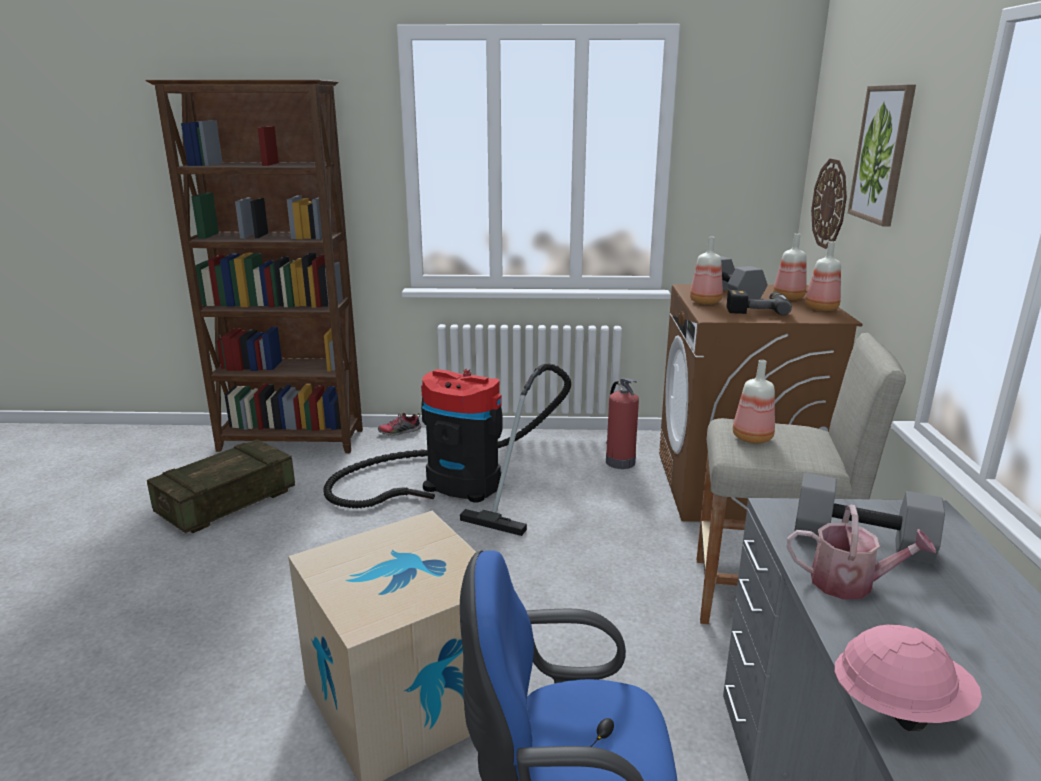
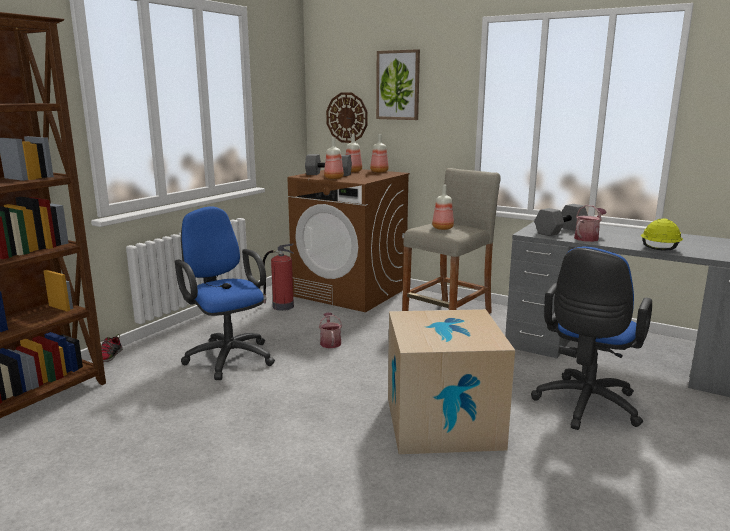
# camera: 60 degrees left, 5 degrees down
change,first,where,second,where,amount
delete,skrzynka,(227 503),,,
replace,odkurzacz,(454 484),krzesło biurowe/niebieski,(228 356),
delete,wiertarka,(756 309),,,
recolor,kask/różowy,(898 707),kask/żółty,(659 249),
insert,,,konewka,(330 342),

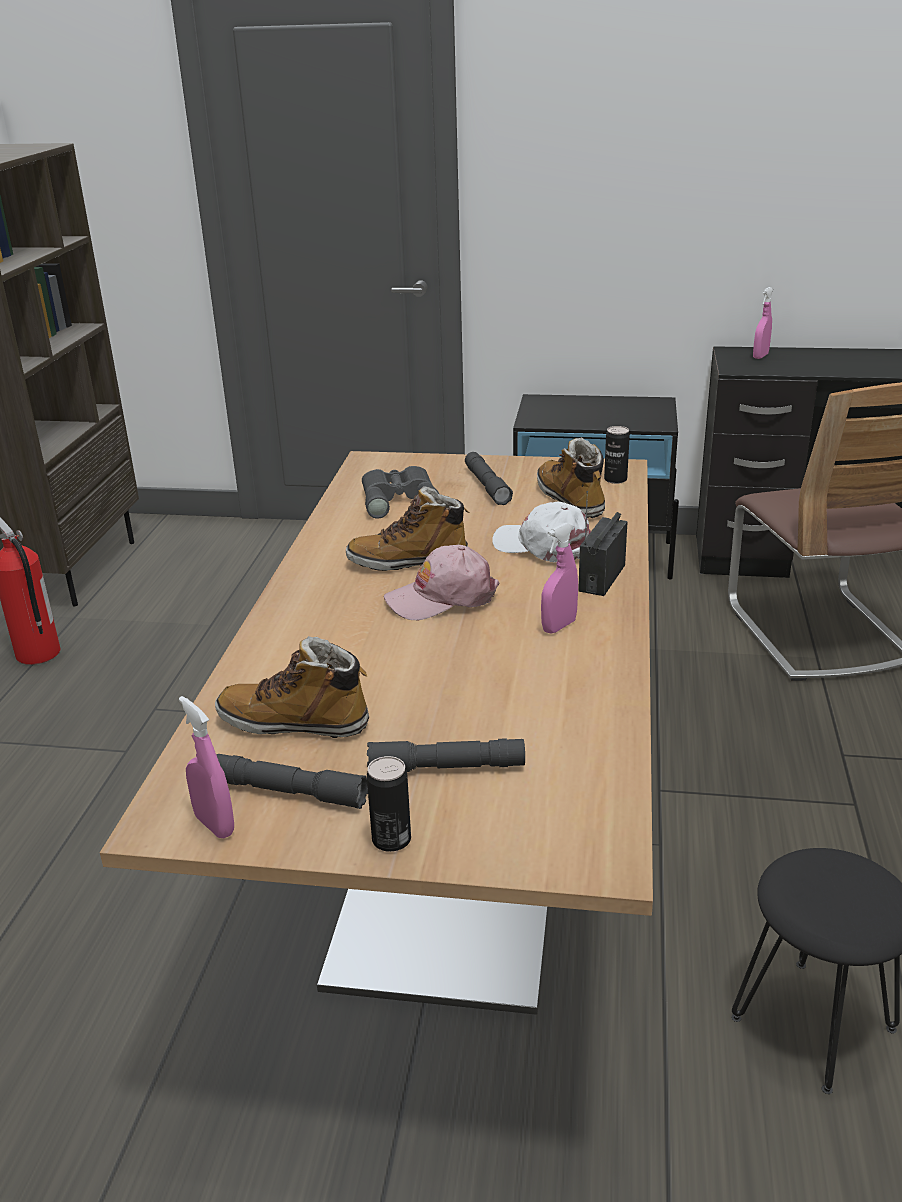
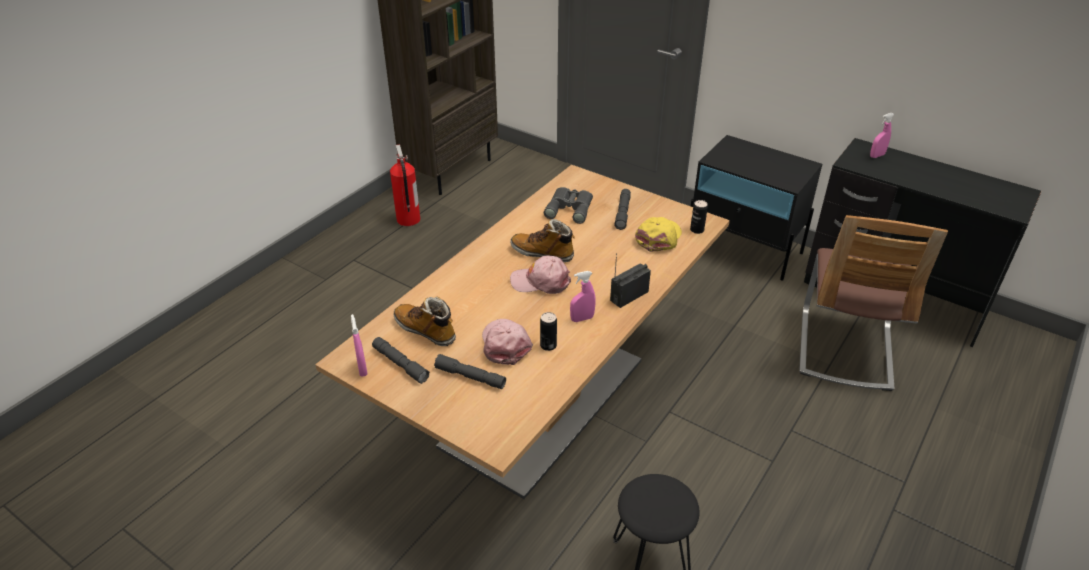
# camera: 25 degrees right, 10 degrees up
change,first,where,second,where,amount
move,puszka,(391 840),,(548 345),
delete,czapka z daszkiem/biały,(543 546),,,
replace,but z cholewką,(571 500),czapka z daszkiem/żółty,(659 238),
insert,,,czapka z daszkiem/różowy,(505 344),

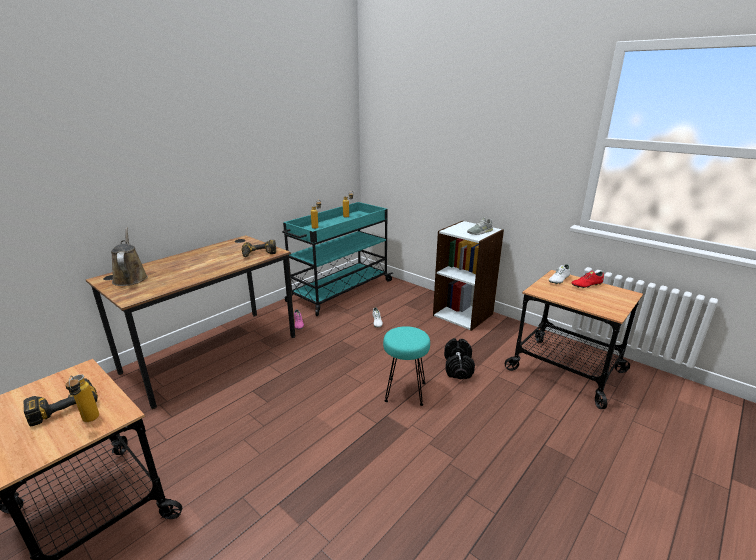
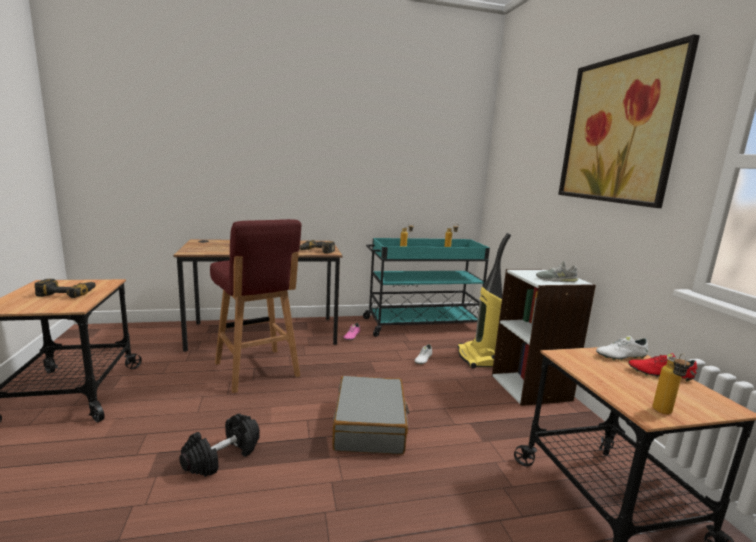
# camera: 35 degrees right, 10 degrees down
change,first,where,second,where,amount
move,butelka,(89 422),,(664 414),
delete,konewka/brązowy,(130 278),,,
replace,stołek/turkusowy,(404 391),walizka/szary,(370 426),
move,hantel/czarny,(458 367),,(222 457),
insert,,,stołek/czerwony,(257 370),
insert,,,odkurzacz,(477 358),
insert,,,obraz,(618 130),

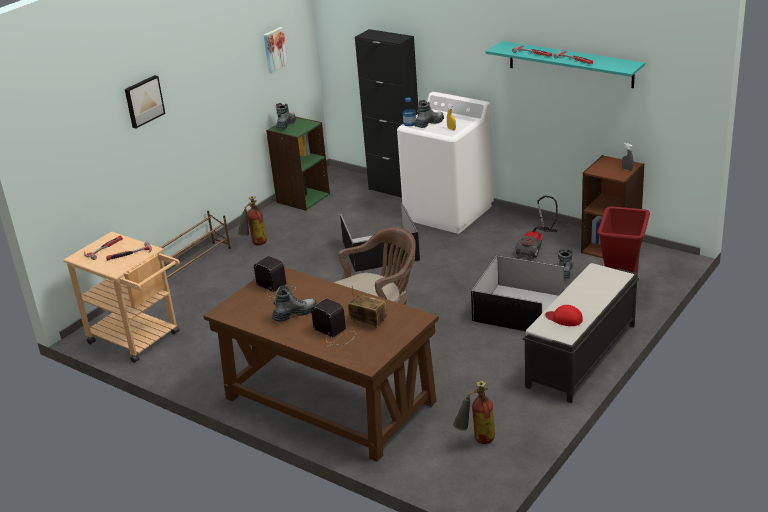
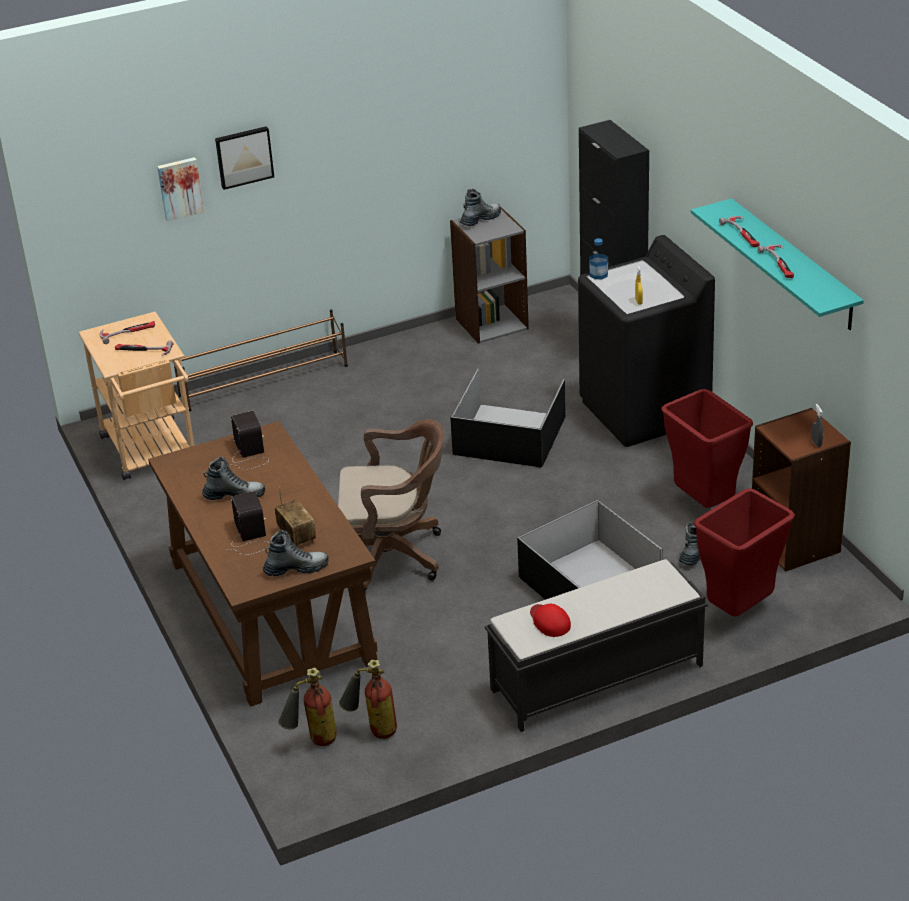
# camera: 30 degrees right, 5 degrees up
change,first,where,second,where,amount
move,gaśnica,(255 245),,(312 741),
move,obraz,(274 49),,(179 188),
recolor,regał/zielony,(302 198),regał/szary,(491 323),
recolor,pralka/biały,(449 213),pralka/czarny,(645 411),
move,but z cholewką,(429 124),,(296 569),
replace,odkurzacz,(536 246),kosz na śmieci/czerwony,(702 504),

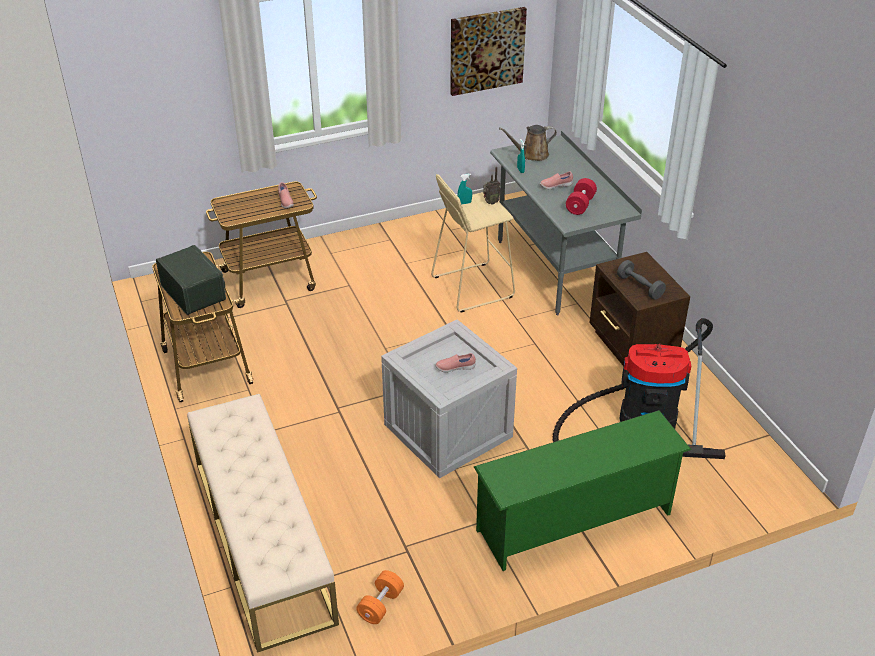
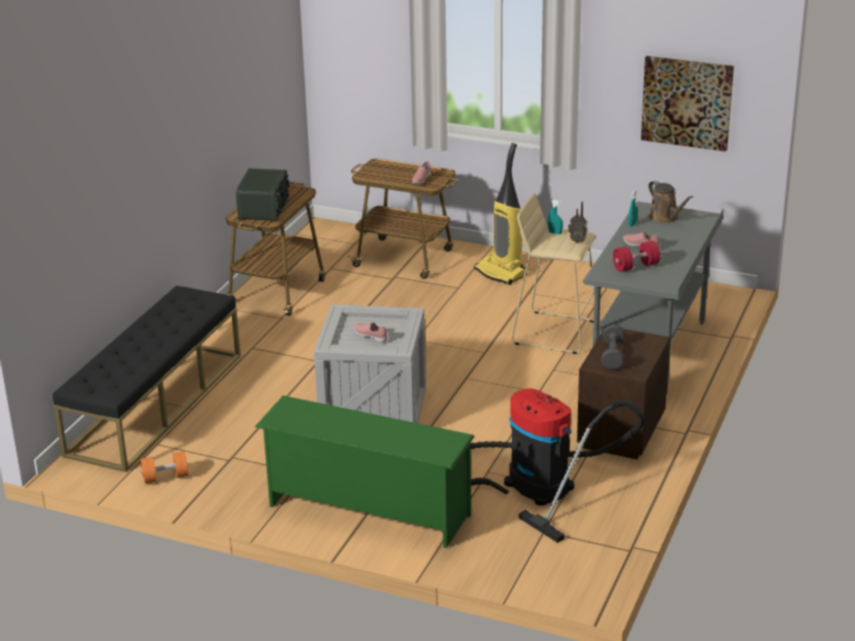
# camera: 45 degrees right, 10 degrees down
change,first,where,second,where,amount
recolor,ławka/beżowy,(262 539),ławka/czarny,(155 403),
rotate,konewka/brązowy,(532 155),,(665 217),150 degrees counterclockwise
insert,,,odkurzacz,(501 273),

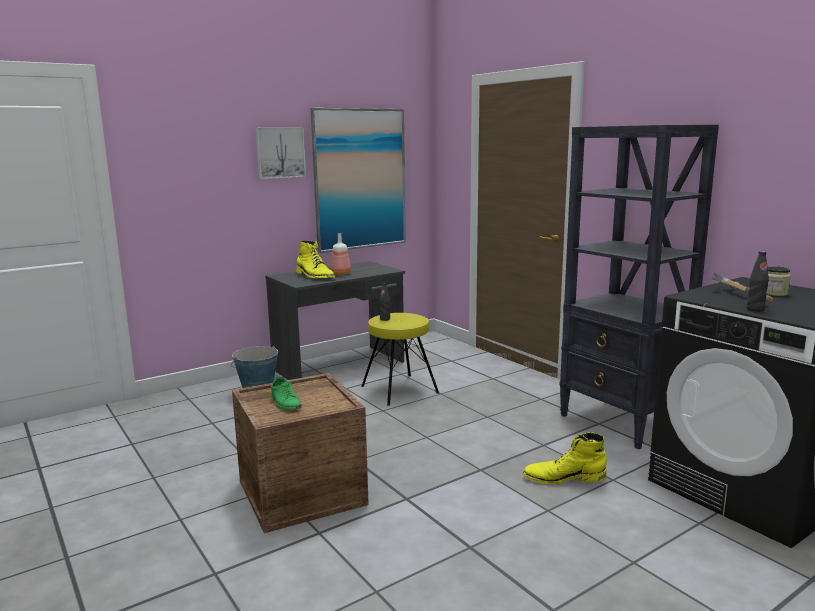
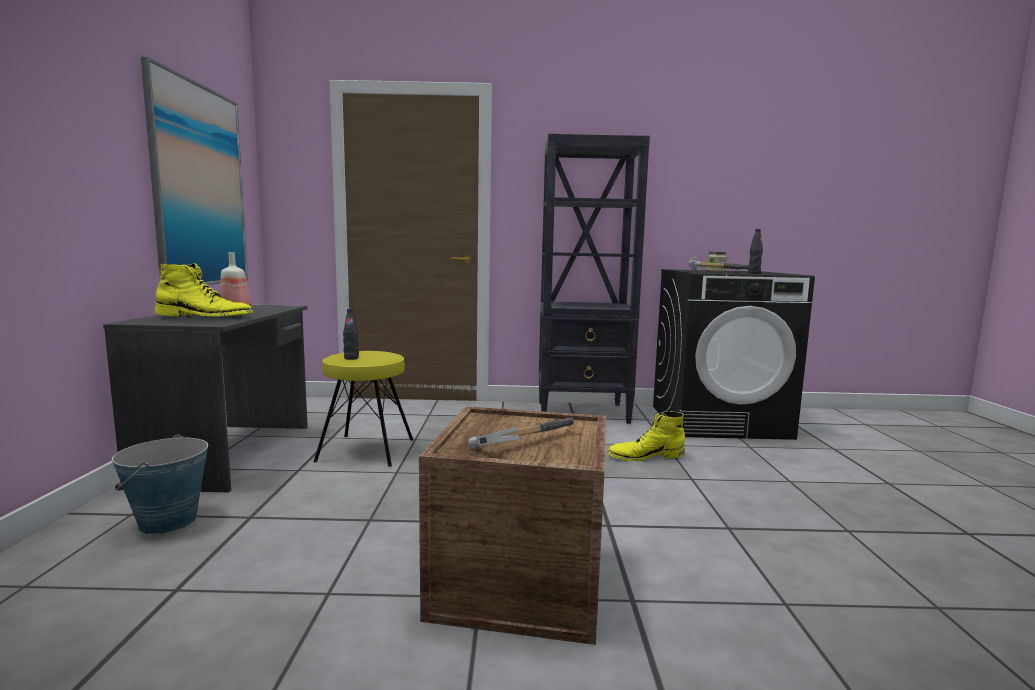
# camera: 55 degrees left, 5 degrees down
change,first,where,second,where,amount
delete,obraz,(279 152),,,
replace,but/zielony,(285 403),młotek,(522 442),
rotate,but z cholewką/żółty,(564 477),,(645 456),45 degrees clockwise

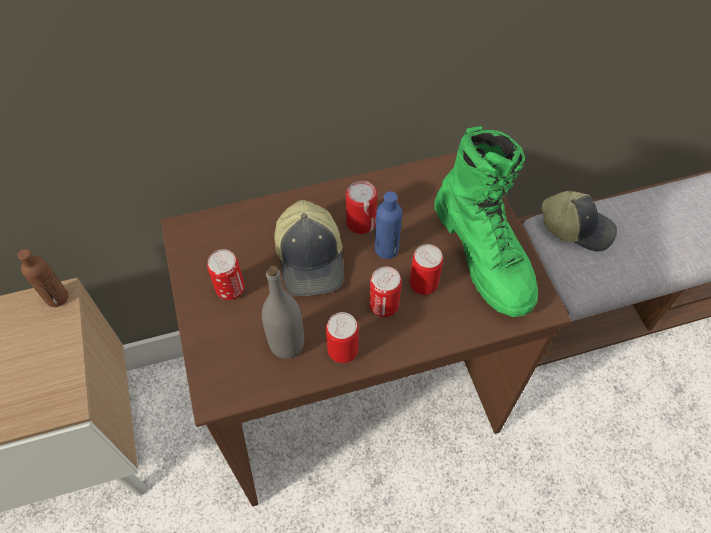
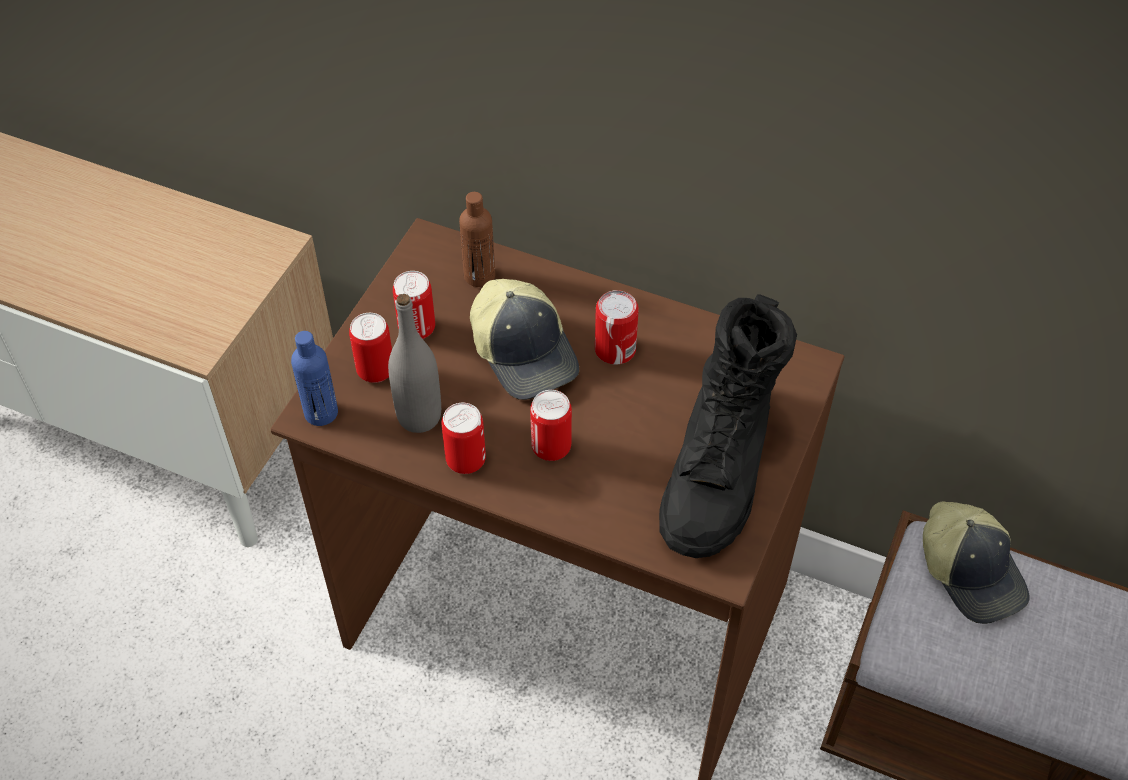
# camera: 40 degrees right, 5 degrees down
change,first,where,second,where,amount
move,butelka/brązowy,(57 297),,(479 276),
rotate,czapka z daszkiem,(311 259),,(525 352),60 degrees counterclockwise
move,butelka/niebieski,(386 249),,(321 413),
move,puszka,(423 284),,(375 371),
recolor,but z cholewką/zielony,(484 253),but z cholewką/czarny,(719 470),

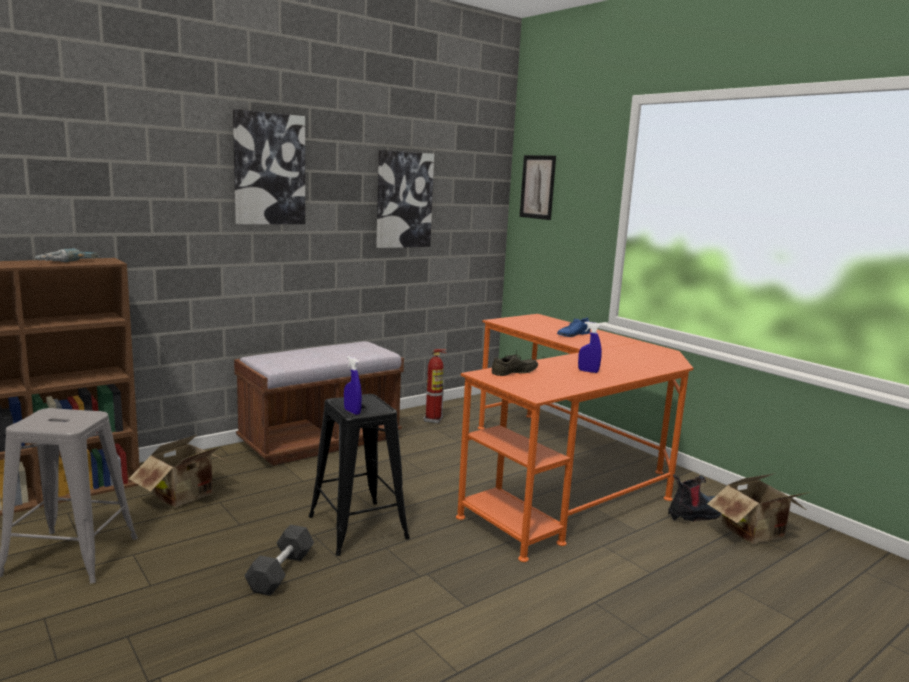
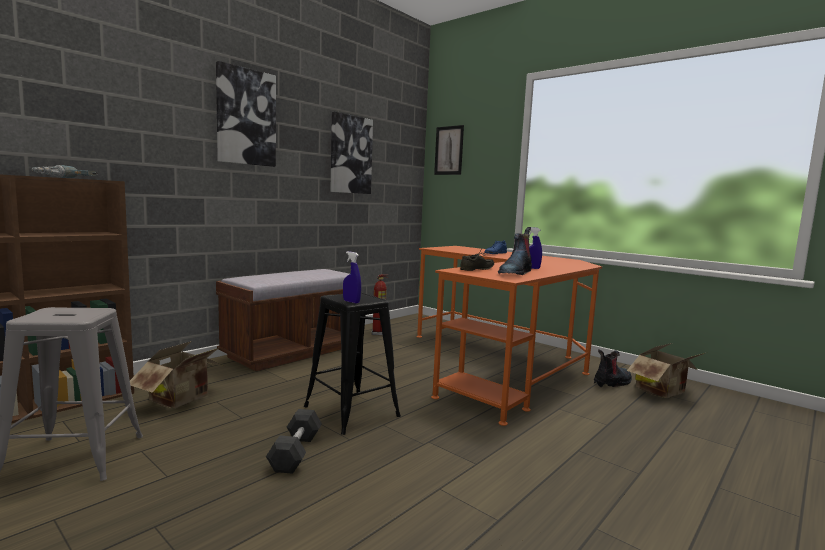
# camera: 10 degrees left, 5 degrees down
change,first,where,second,where,amount
insert,,,but z cholewką,(515 273),

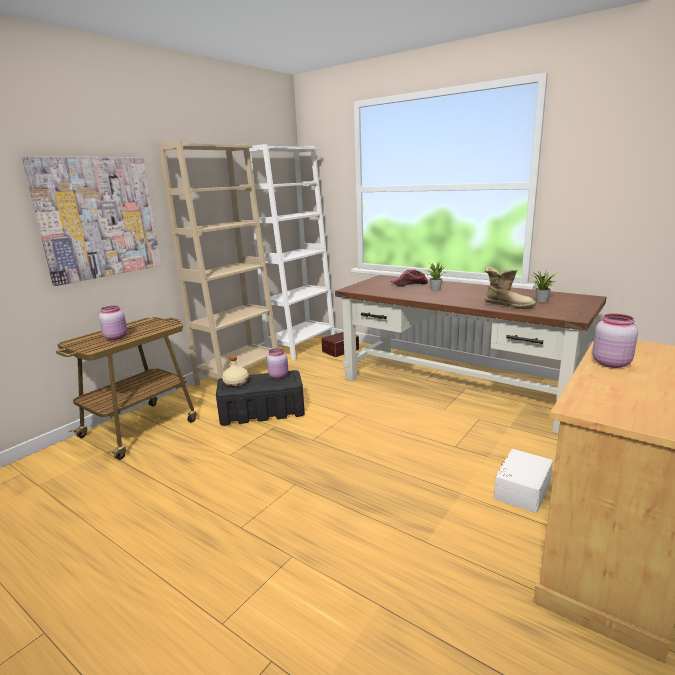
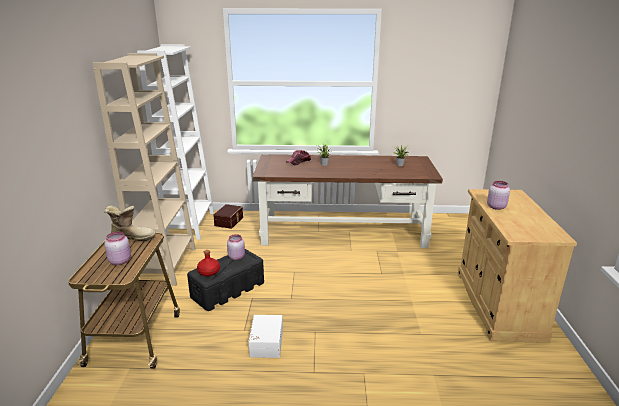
# camera: 35 degrees left, 5 degrees up
change,first,where,second,where,amount
delete,obraz,(98 218),,,
recolor,butelka/beżowy,(235 382),butelka/czerwony,(208 272),
move,but z cholewką,(507 305),,(132 237),
move,pojemnik do przechowywania/biały,(520 489),,(265 343),

